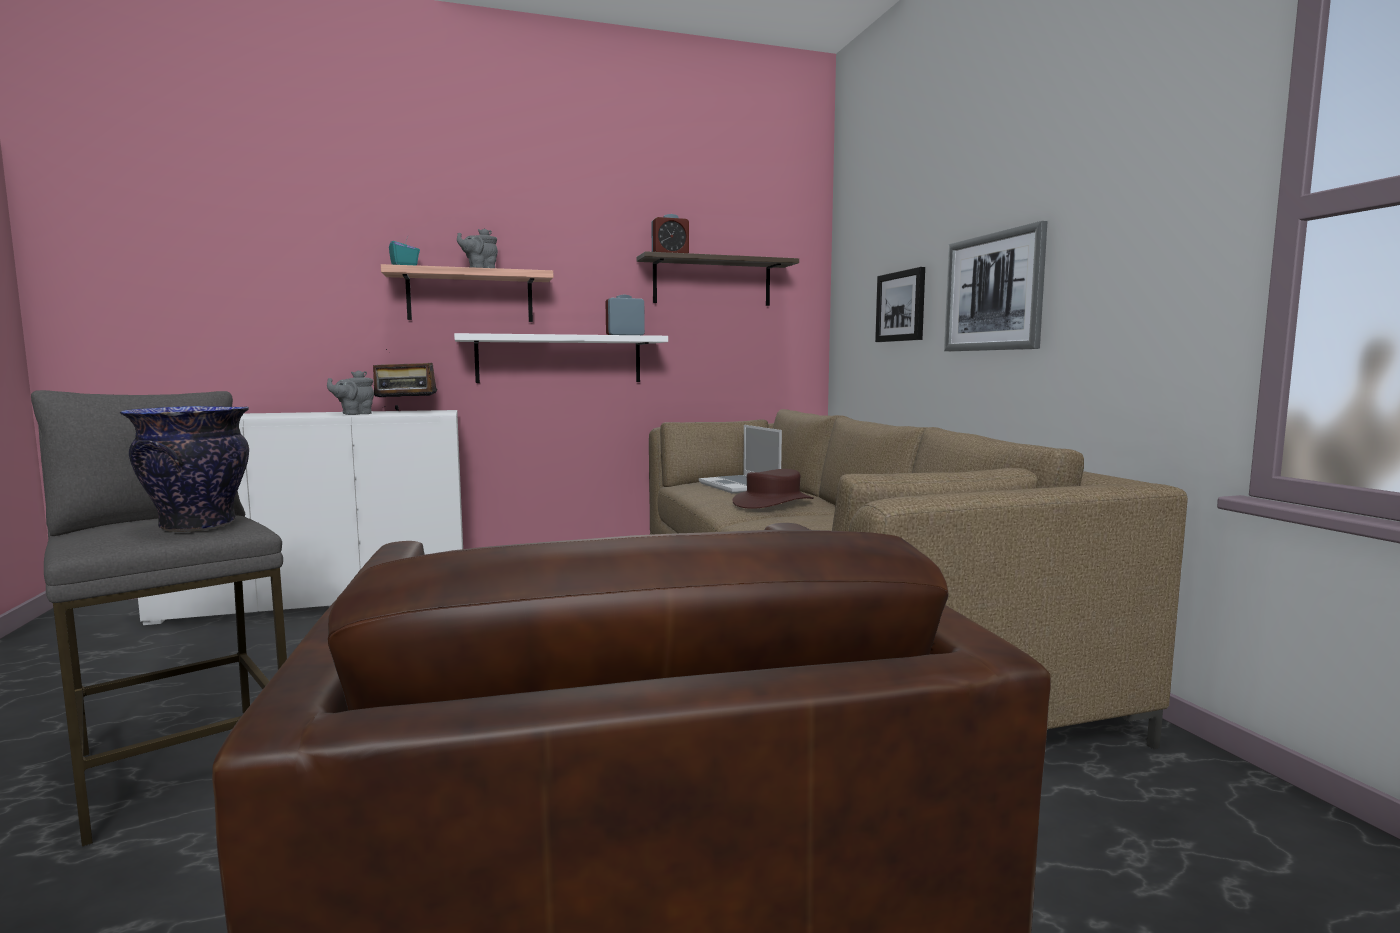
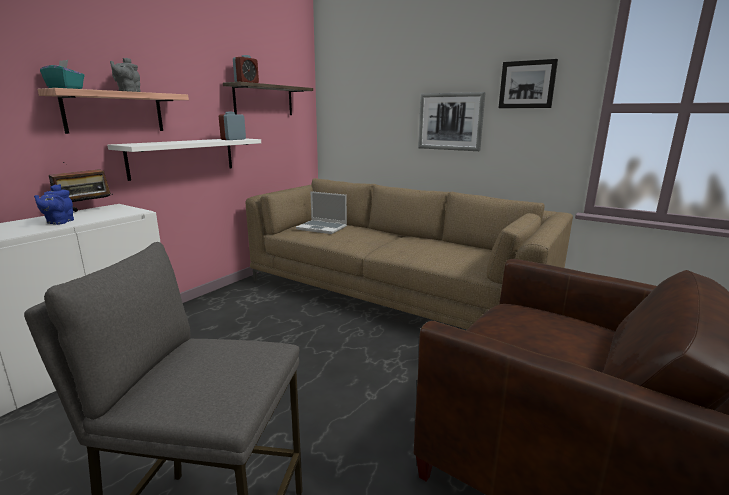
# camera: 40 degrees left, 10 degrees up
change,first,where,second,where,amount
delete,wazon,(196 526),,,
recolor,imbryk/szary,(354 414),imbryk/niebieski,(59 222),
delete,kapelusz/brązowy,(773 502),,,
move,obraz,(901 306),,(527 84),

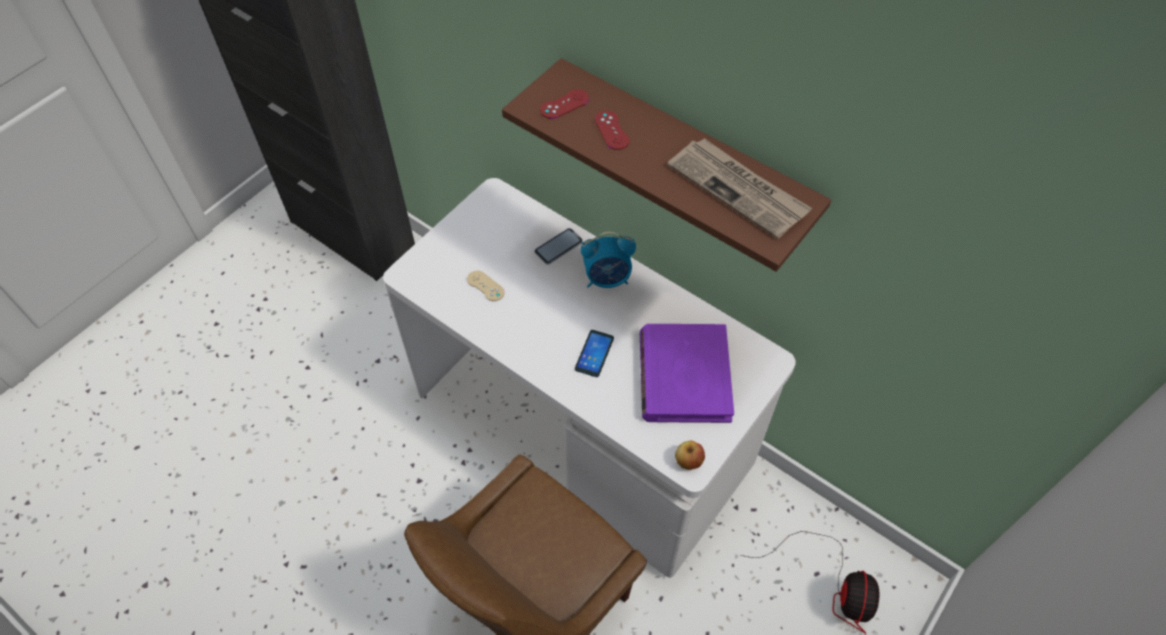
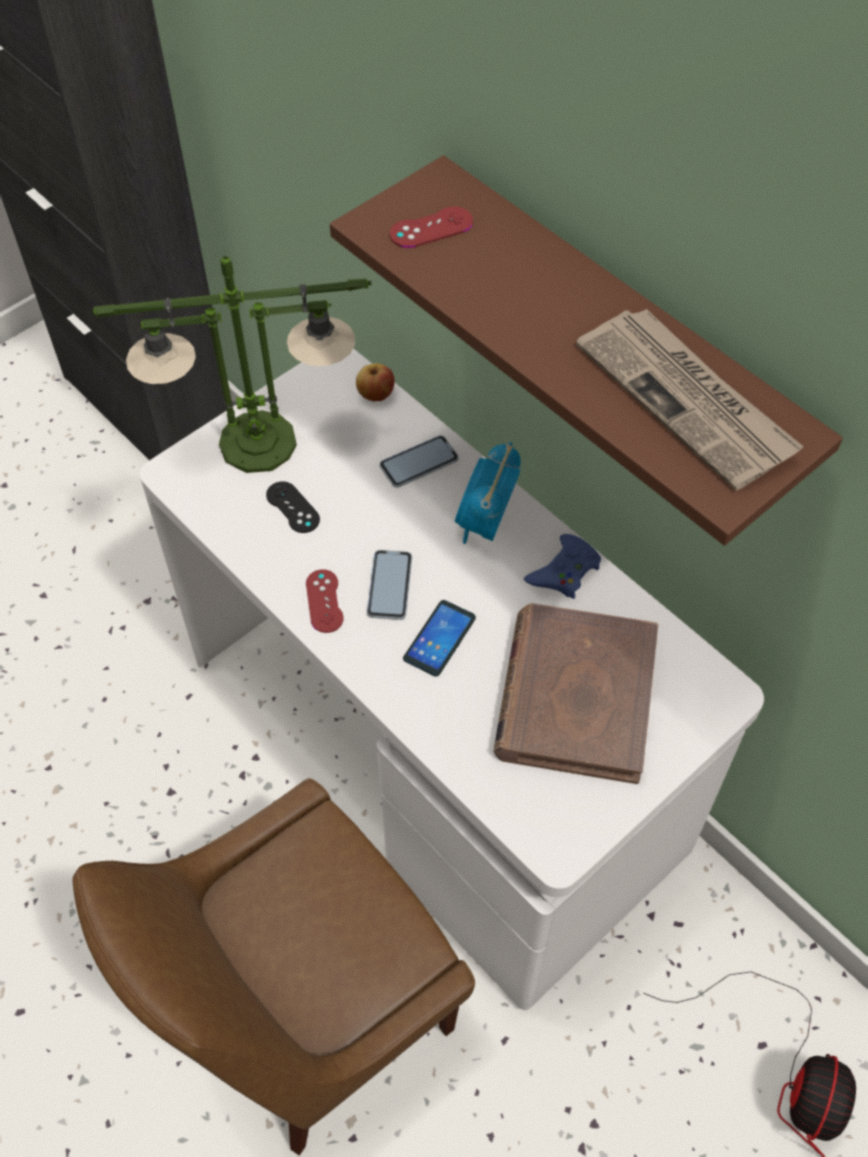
# camera: 10 degrees right, 0 degrees up
change,first,where,second,where,amount
recolor,pad do gier/beżowy,(485 286),pad do gier/czarny,(292 507),
rotate,budzik,(607 279),,(485 523),105 degrees clockwise
move,pad do gier/czerwony,(612 130),,(324 601),
recolor,książka/fioletowy,(684 376),książka/brązowy,(575 696),
move,jabłko,(688 461),,(375 394),
insert,,,lampa stołowa,(256 443),
insert,,,telefon,(390 586),
insert,,,pad do gier/niebieski,(564 571),

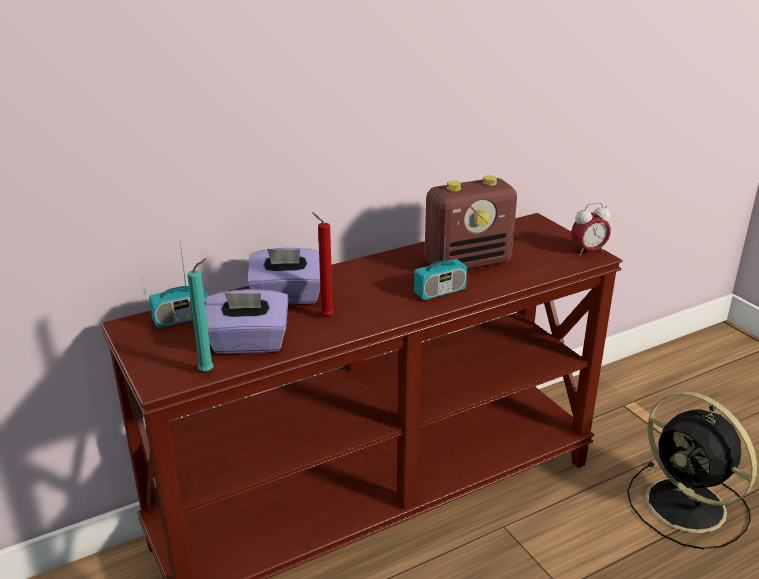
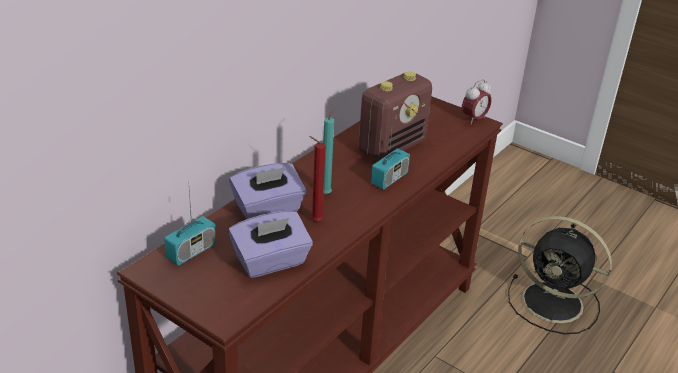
# camera: 25 degrees left, 5 degrees up
change,first,where,second,where,amount
move,świeca/turkusowy,(209 371),,(327 193),

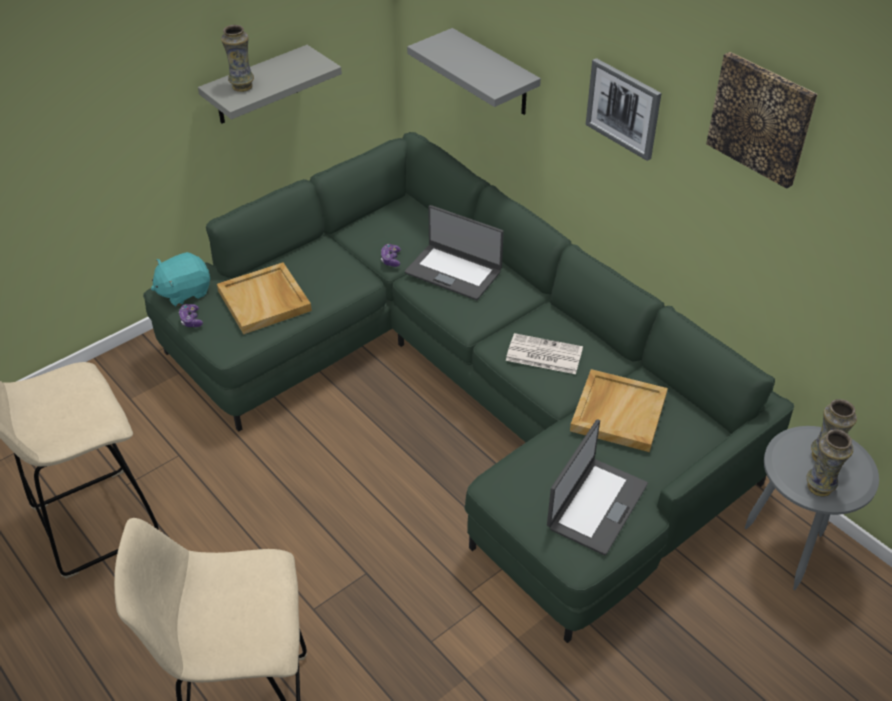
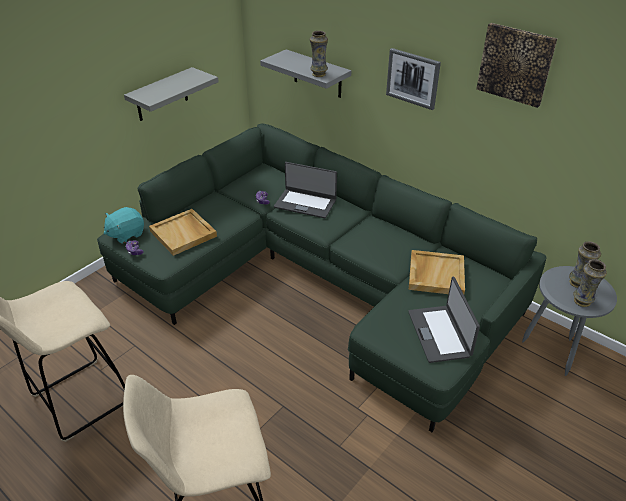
# camera: 10 degrees left, 5 degrees down
change,first,where,second,where,amount
move,wazon,(242 86),,(318 74),
delete,gazeta,(543 355),,,
rotate,laptop,(596 505),,(440 333),150 degrees clockwise

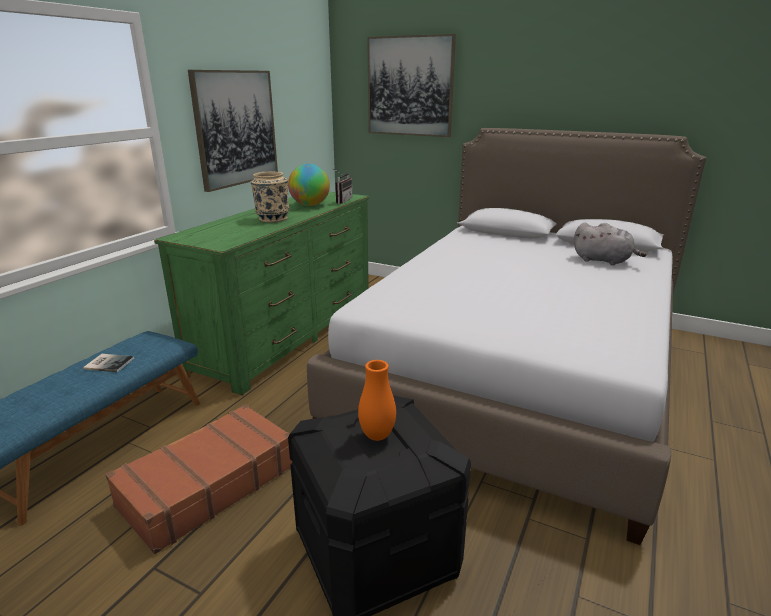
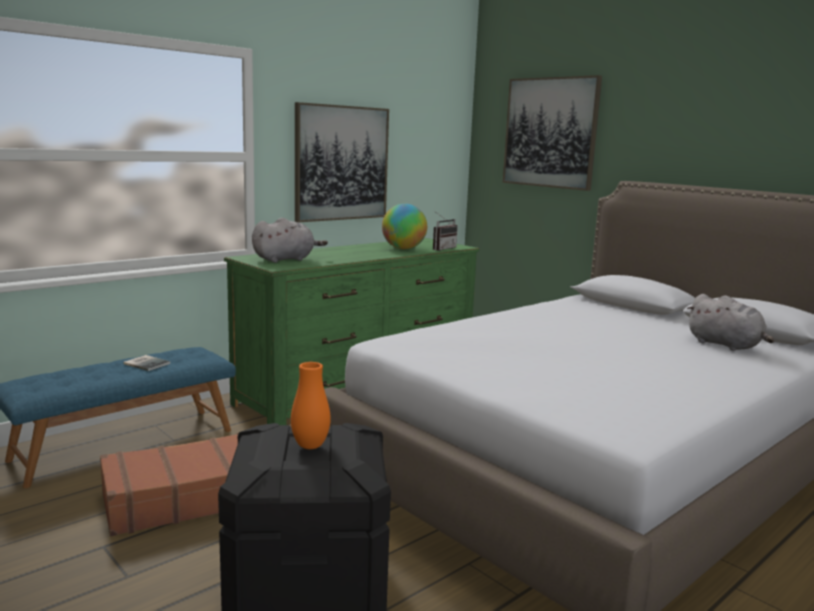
# camera: 20 degrees right, 10 degrees down
change,first,where,second,where,amount
delete,wazon/beżowy,(272 219),,,
insert,,,pluszak/szary,(286 259),

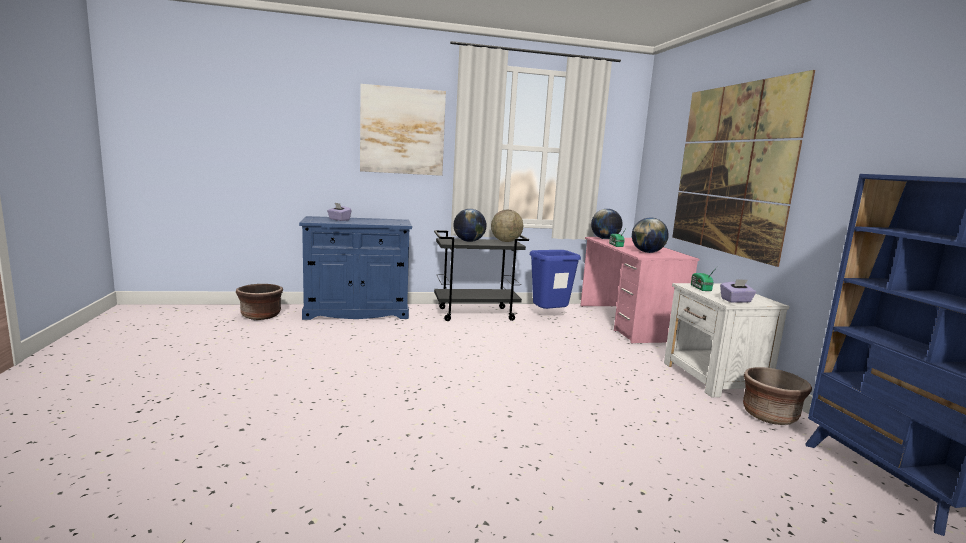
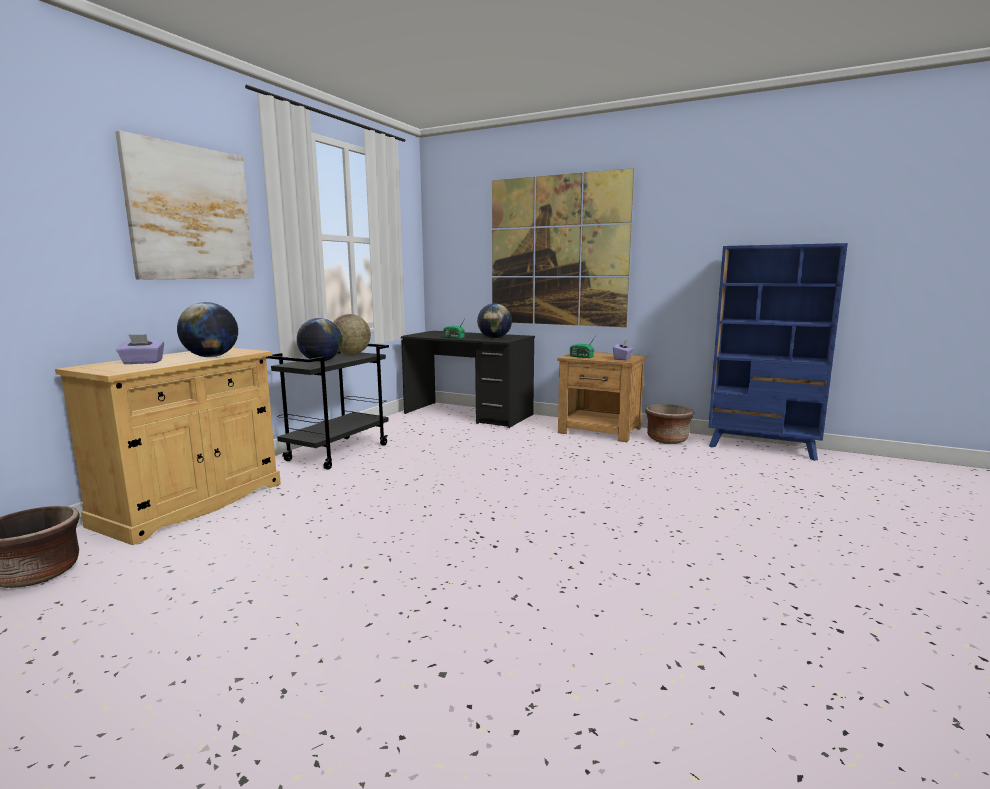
# camera: 50 degrees left, 0 degrees up
change,first,where,second,where,amount
recolor,szafka/niebieski,(357 312),szafka/beżowy,(191 504),
delete,kosz na śmieci/niebieski,(549 316),,,
recolor,biurko/różowy,(627 322),biurko/czarny,(468 414),
move,globus,(605 239),,(211 357),
recolor,szafka nocna/biały,(713 378),szafka nocna/brązowy,(600 431),

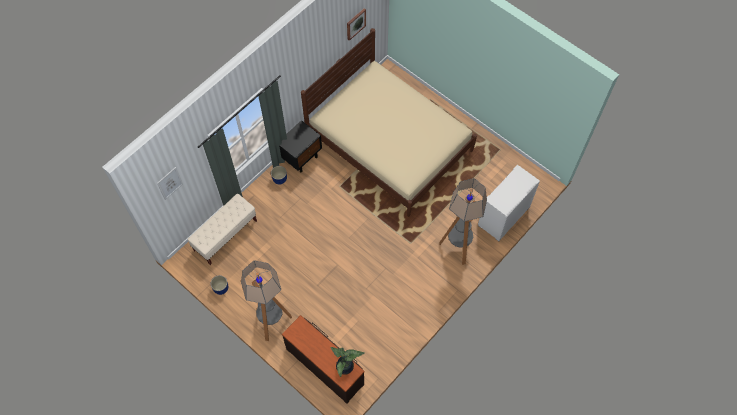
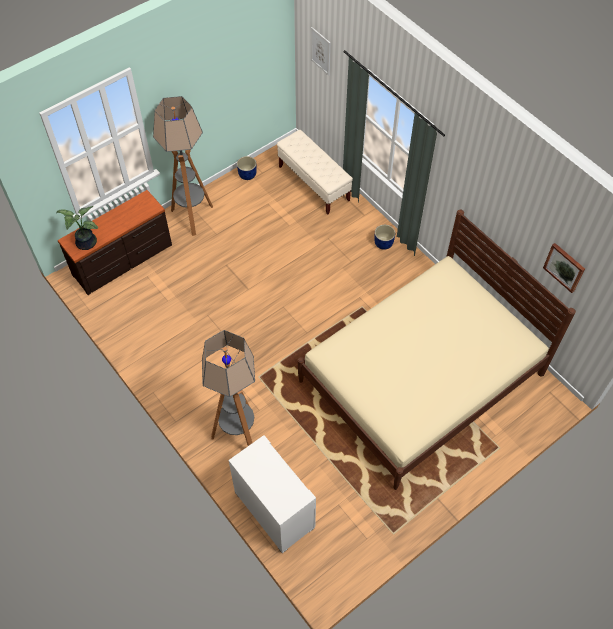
# camera: 100 degrees right, 5 degrees down
change,first,where,second,where,amount
delete,szafka nocna/czarny,(301 157),,,

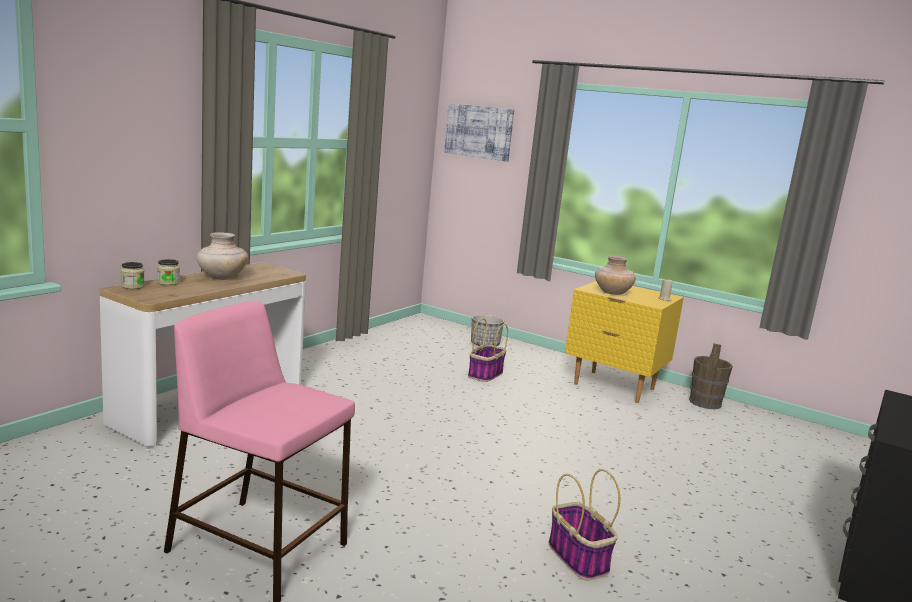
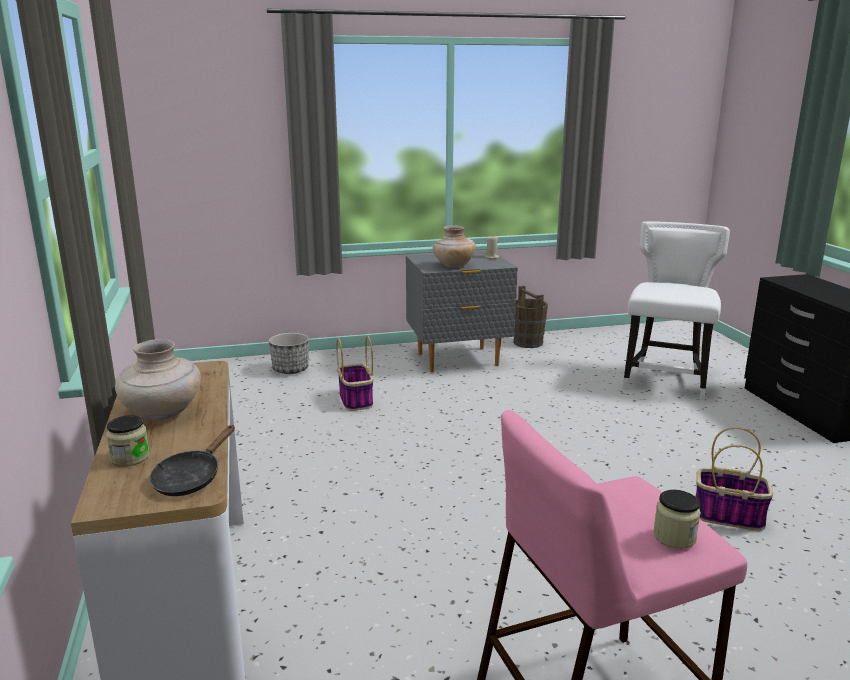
# camera: 45 degrees left, 5 degrees up
change,first,where,second,where,amount
move,słoik,(132 286),,(674 537),
delete,obraz,(479 131),,,
recolor,szafka nocna/żółty,(613 387),szafka nocna/szary,(458 360),
insert,,,patelnia/czarny,(191 478),
insert,,,krzesło/biały,(666 380),

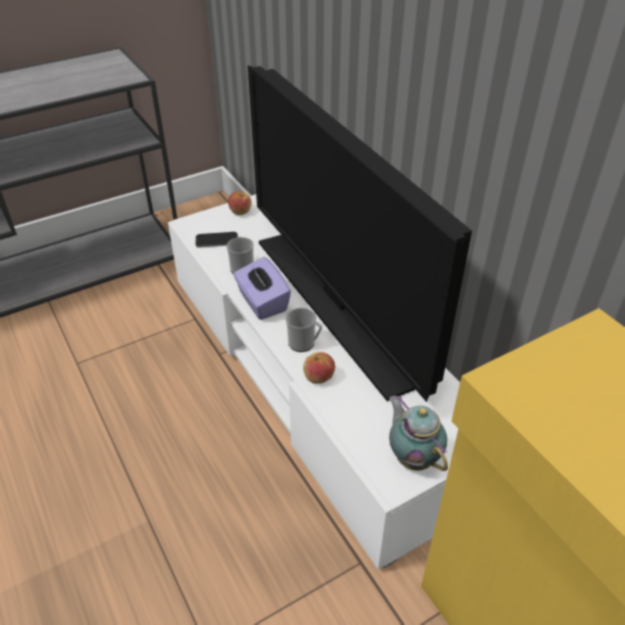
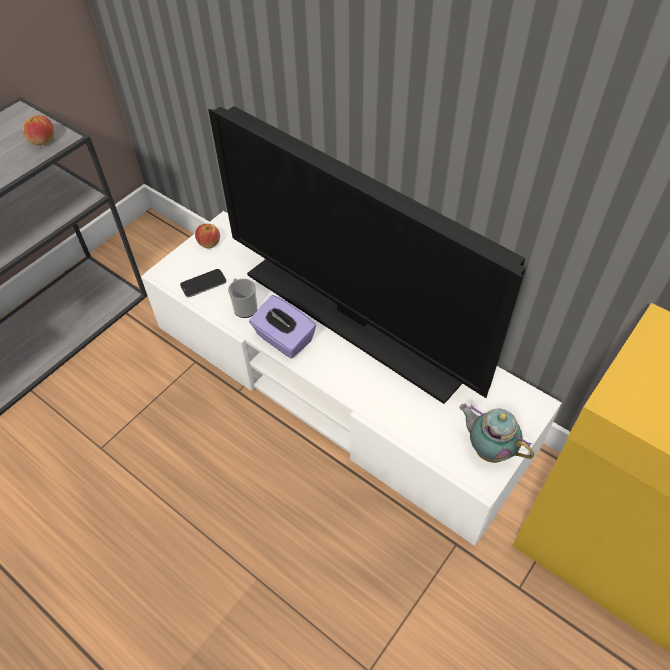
# camera: 20 degrees left, 10 degrees up
change,first,where,second,where,amount
delete,kubek,(304 343),,,
move,jabłko,(318 377),,(42 141),

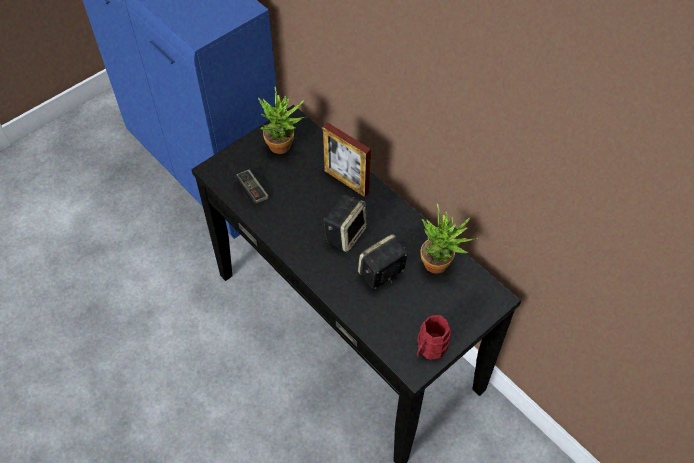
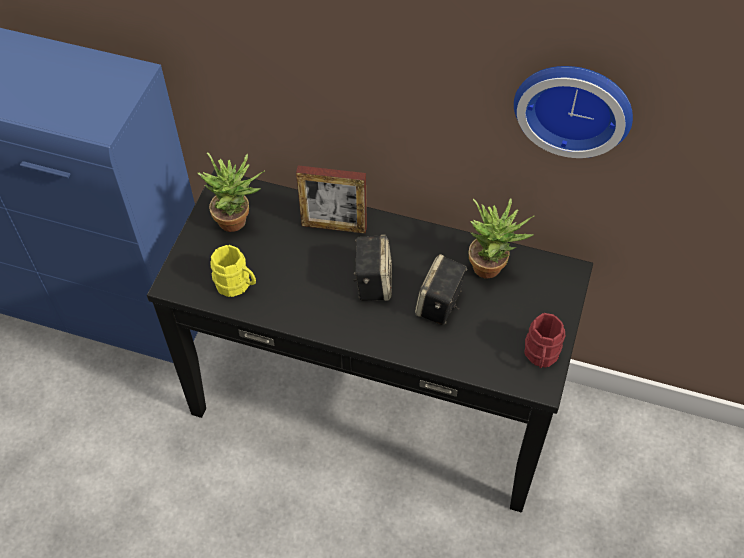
# camera: 30 degrees left, 0 degrees up
change,first,where,second,where,amount
replace,pad do gier,(252 190),kubek/żółty,(237 285),
insert,,,zegar ścienny,(574 104),

